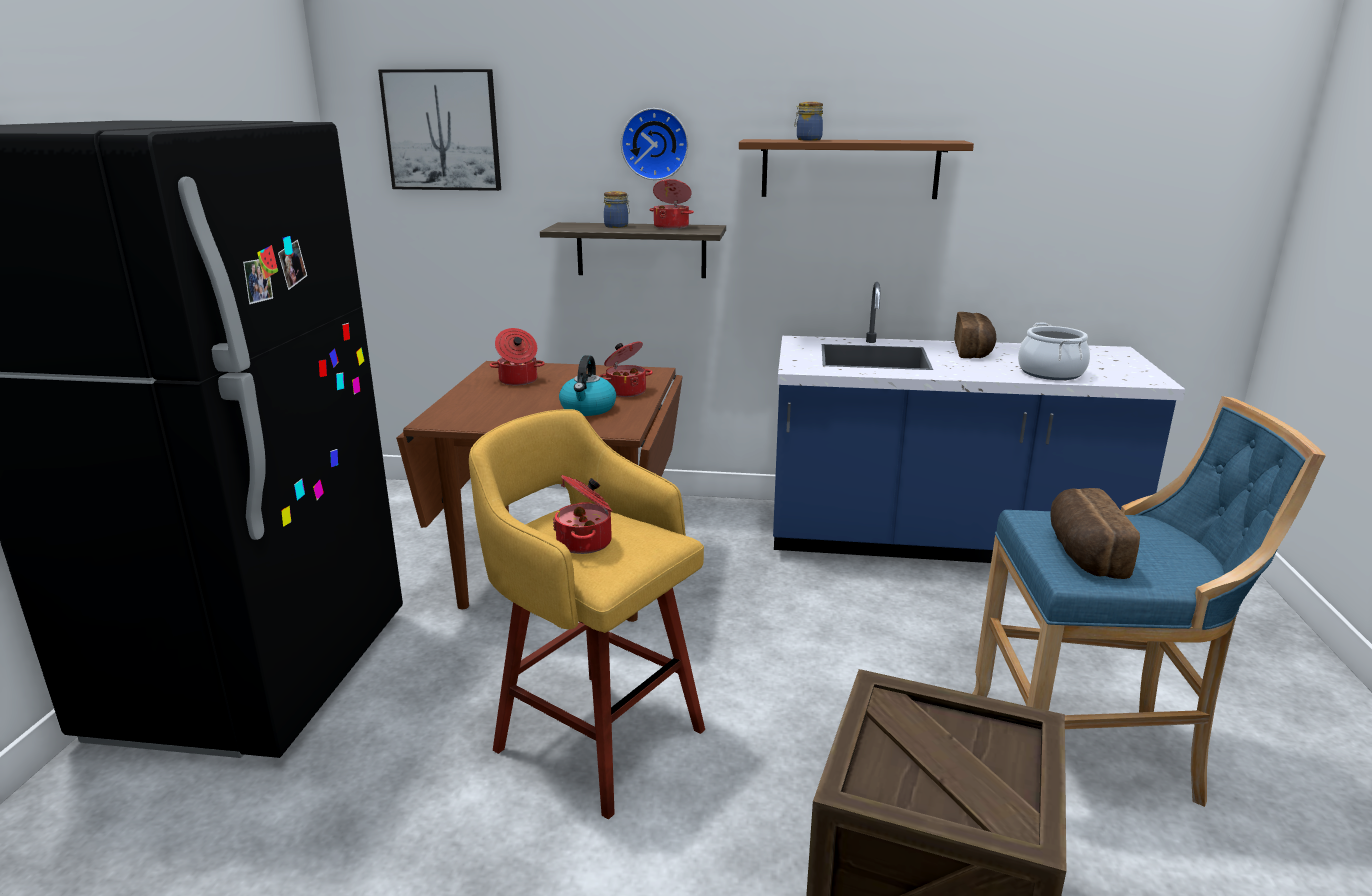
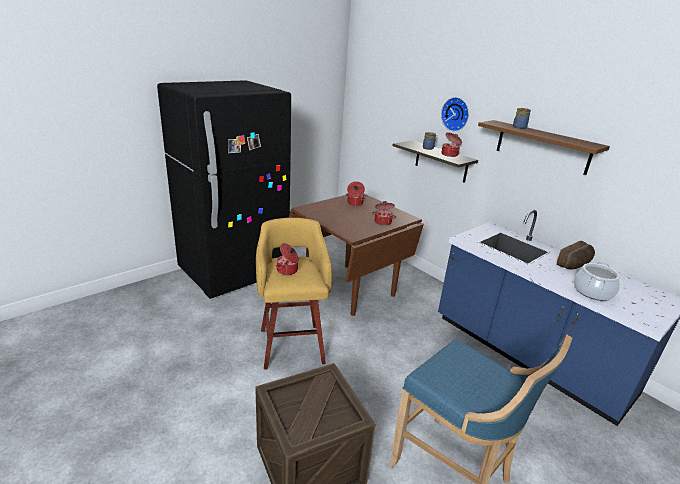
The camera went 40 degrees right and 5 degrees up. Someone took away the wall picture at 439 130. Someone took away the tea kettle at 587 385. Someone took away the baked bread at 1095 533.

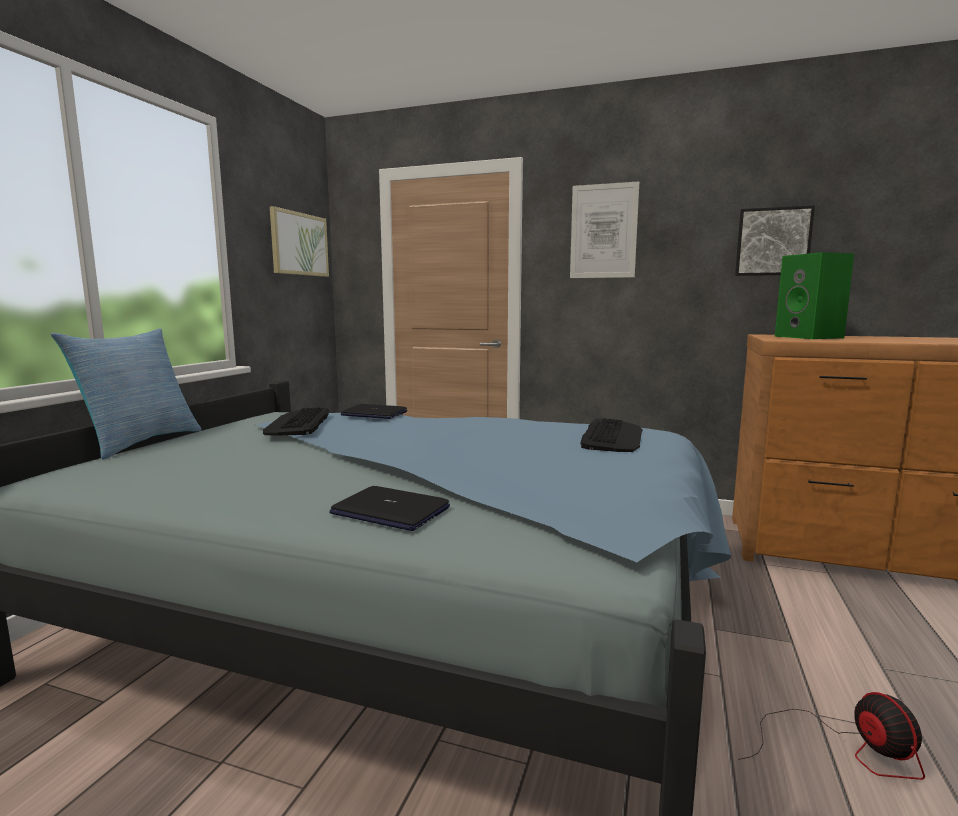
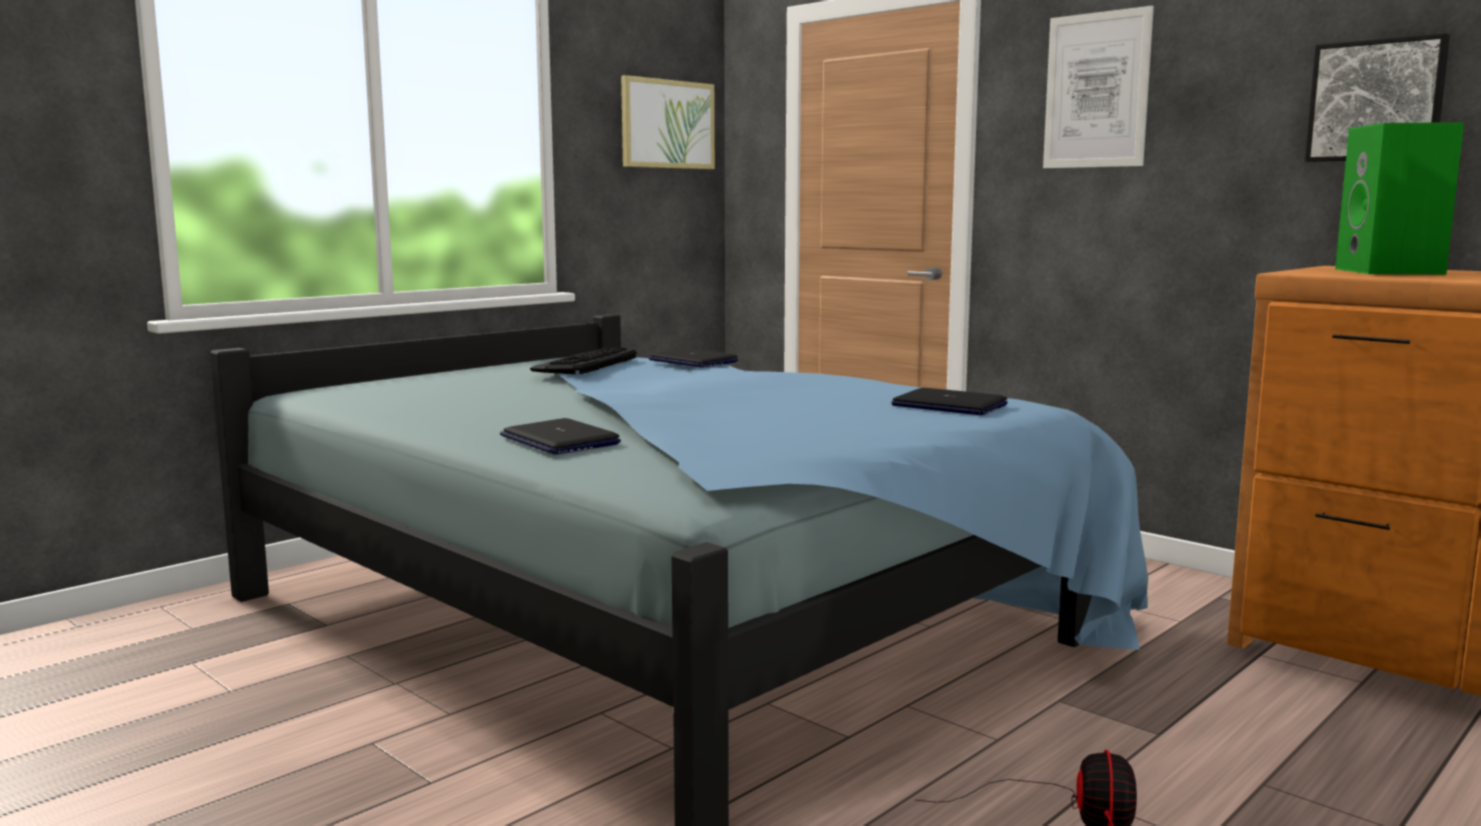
The camera went 25 degrees right and 0 degrees up. Someone took away the pillow at 126 394. Someone swapped the keyboard at 611 435 for the notebook computer at 949 401.

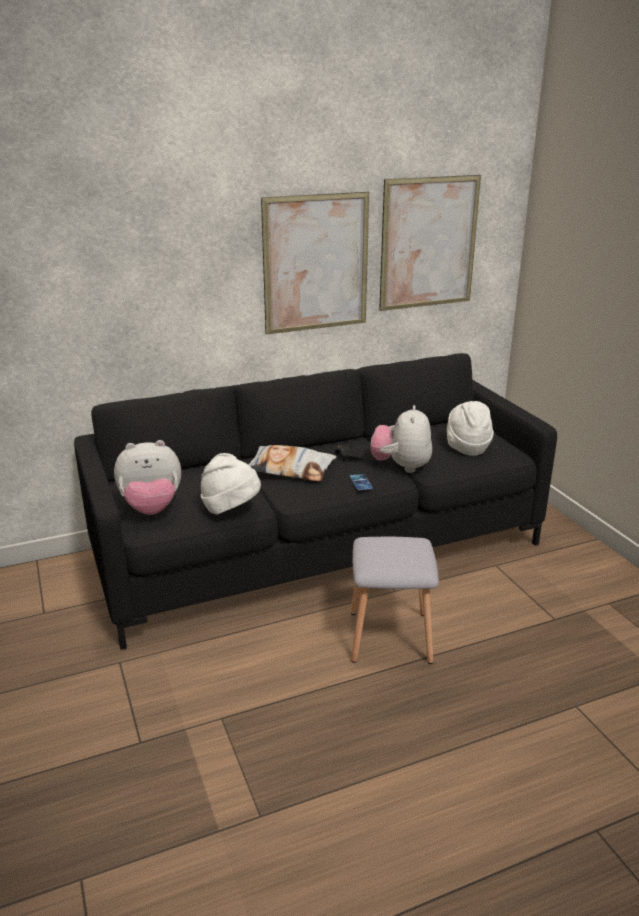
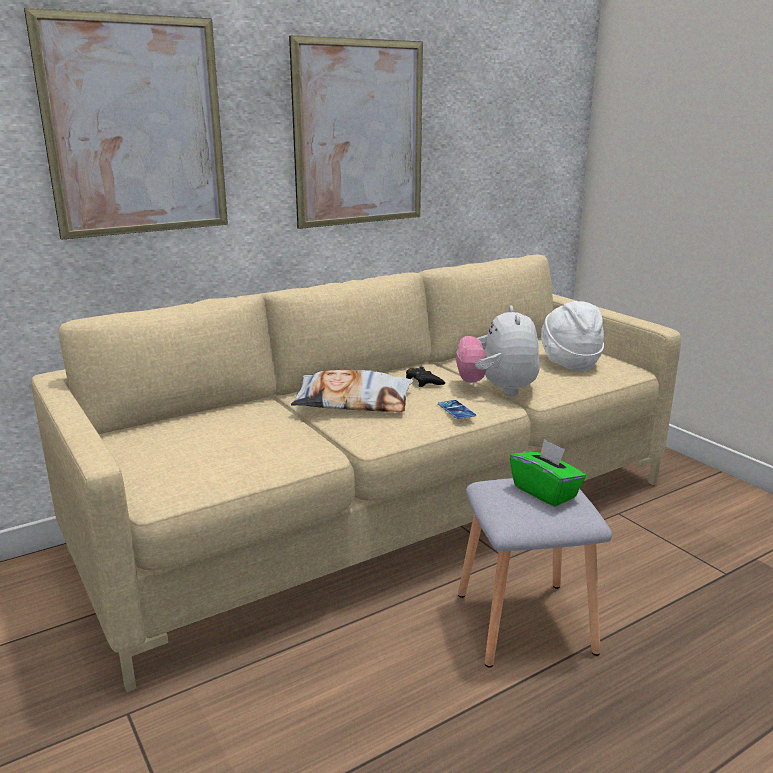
The camera went 10 degrees left and 5 degrees down. Someone carried the wall picture from 430 243 to 126 124. Someone repainted the blackish couch at 315 501, which became the beige couch at 356 473. Someone took away the cuddly toy at 147 477. Someone took away the white-coloured clothing hat at 231 484. Someone put down the greenish box of tissues at 548 473.

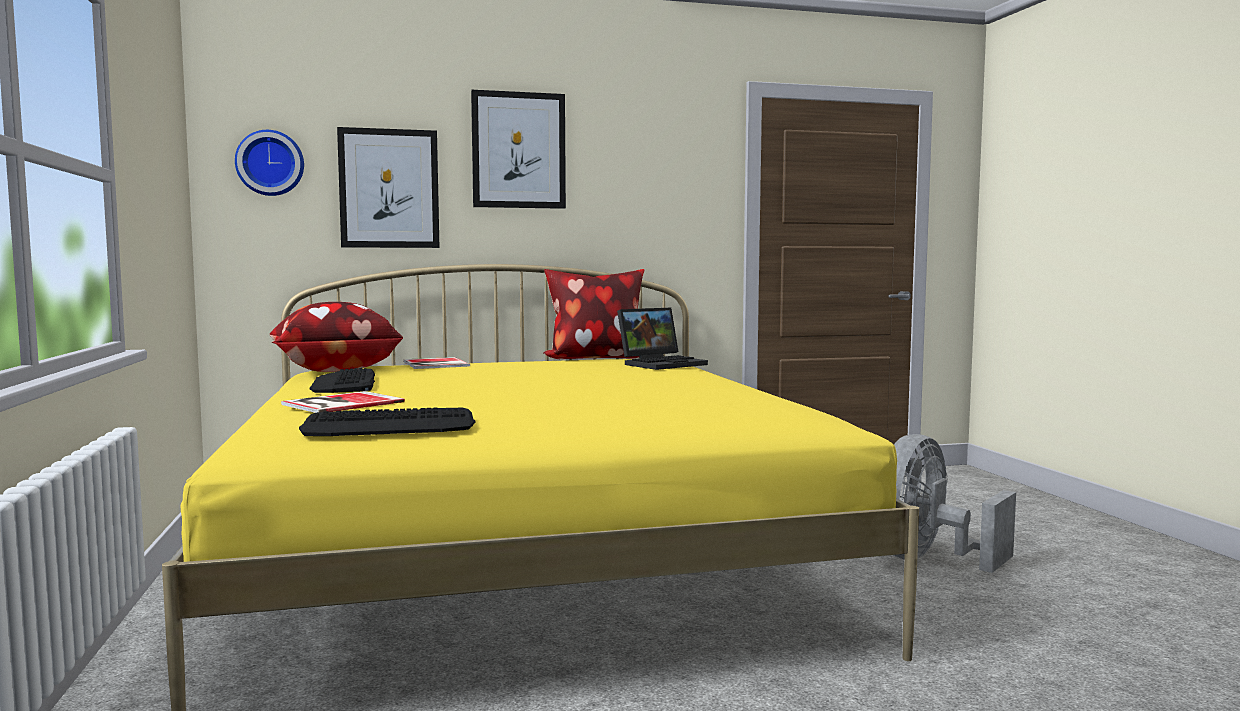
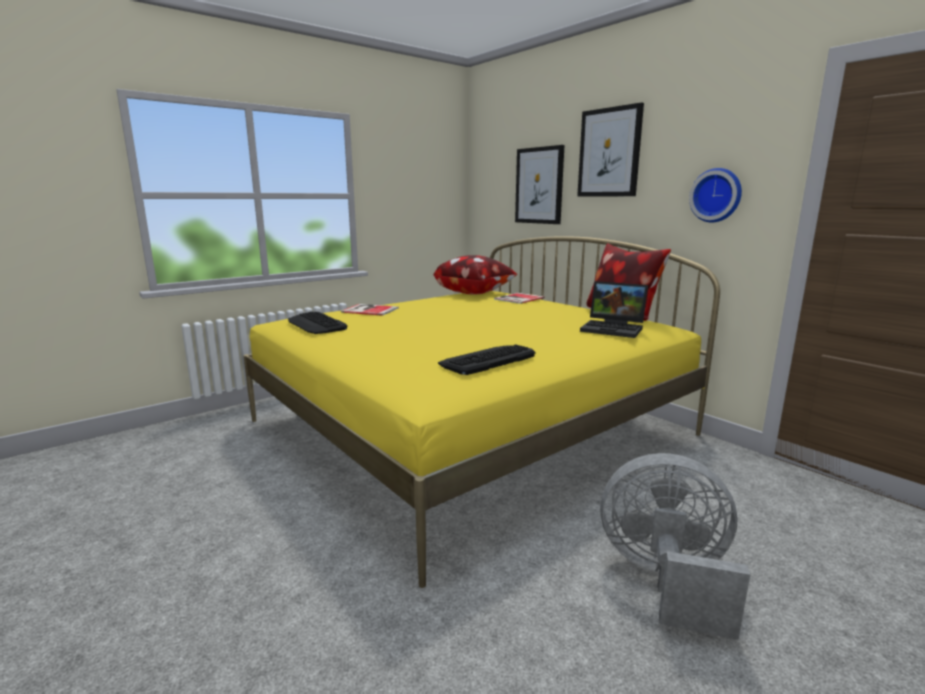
The camera went 65 degrees right and 10 degrees up. Someone carried the clock on the wall from 269 163 to 715 195. Someone carried the keyboard from 342 380 to 487 360.

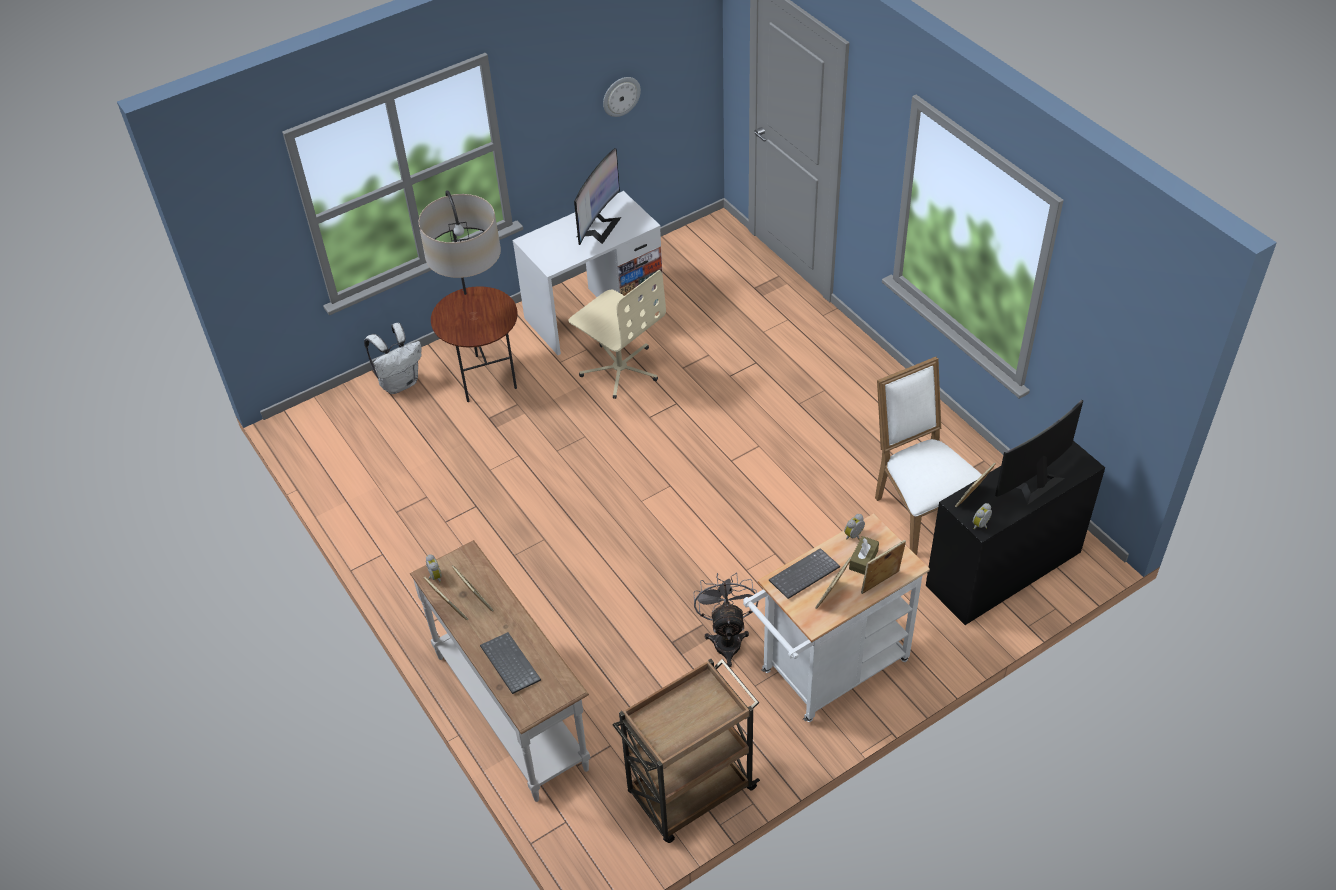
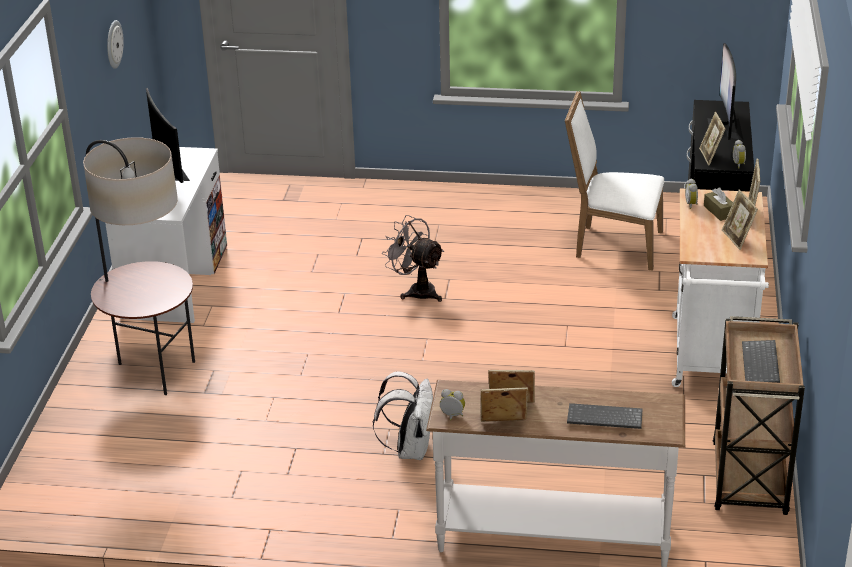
The camera went 50 degrees left and 15 degrees down. Someone took away the beige office chair at 617 334. Someone carried the white-coloured knapsack from 393 358 to 403 415. Someone carried the keyboard from 804 573 to 761 361. Someone carried the grey electric fan from 726 620 to 413 258.

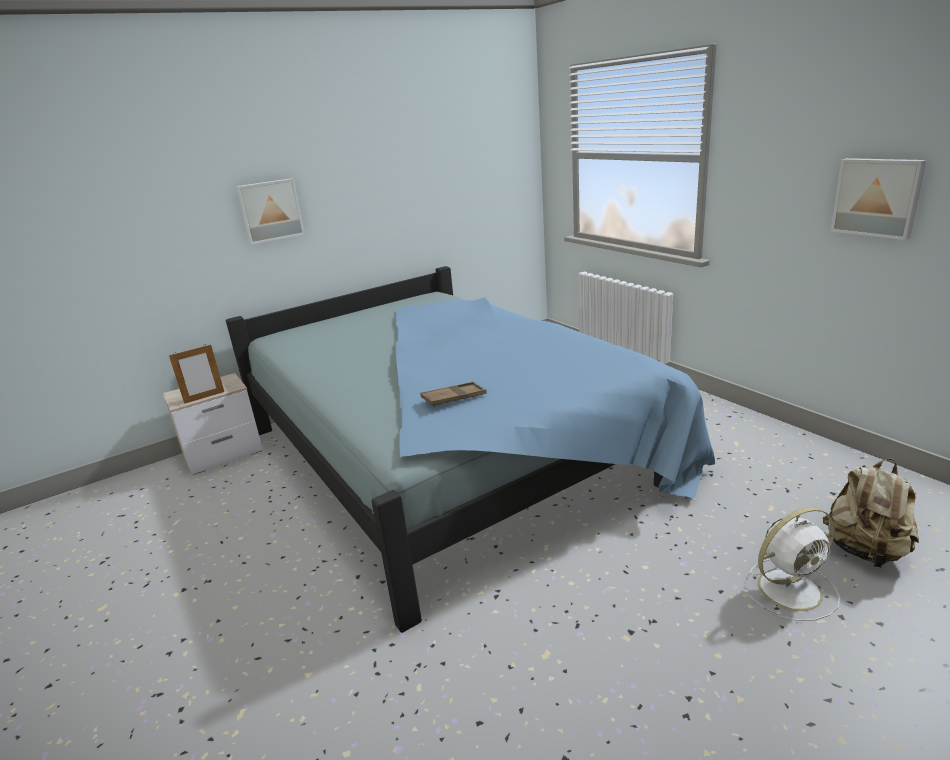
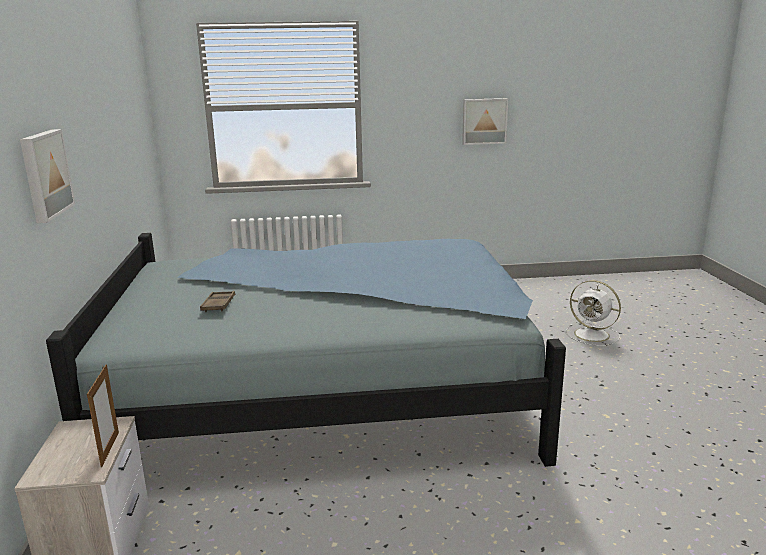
The camera went 65 degrees left and 5 degrees down. Someone carried the brownish carrying tray from 453 394 to 217 301. Someone took away the beige knapsack at 871 513. Someone rotated the white-coloured electric fan at 790 564 by 120 degrees clockwise.

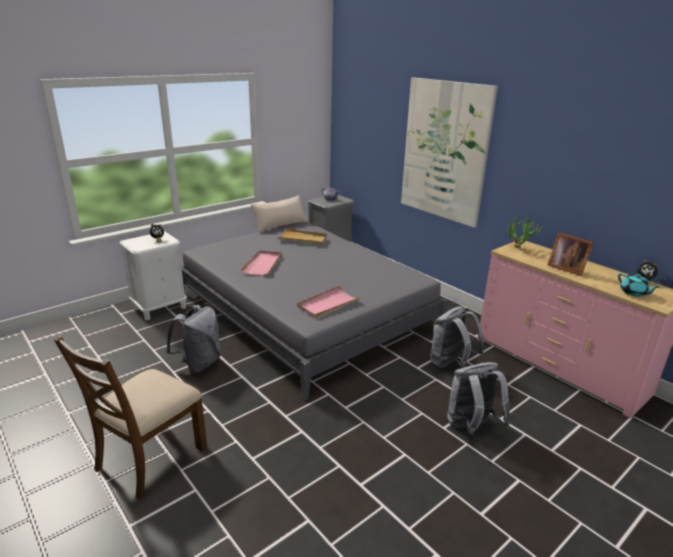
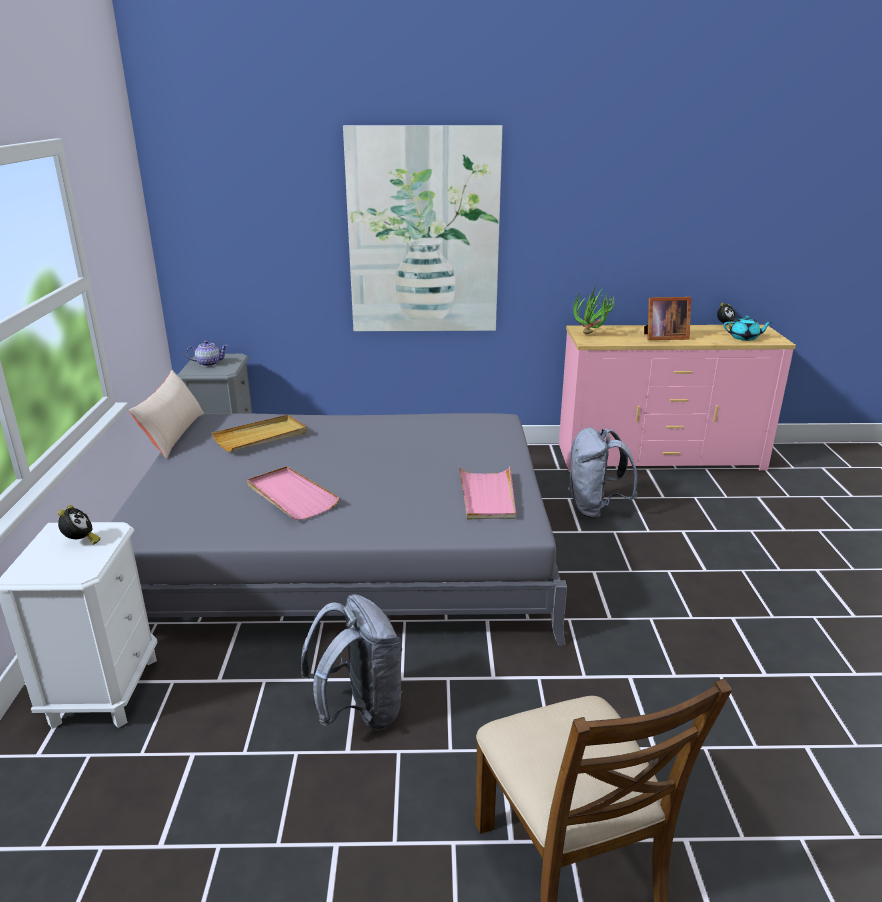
The camera went 50 degrees left and 0 degrees up. Someone took away the grey knapsack at 478 398.

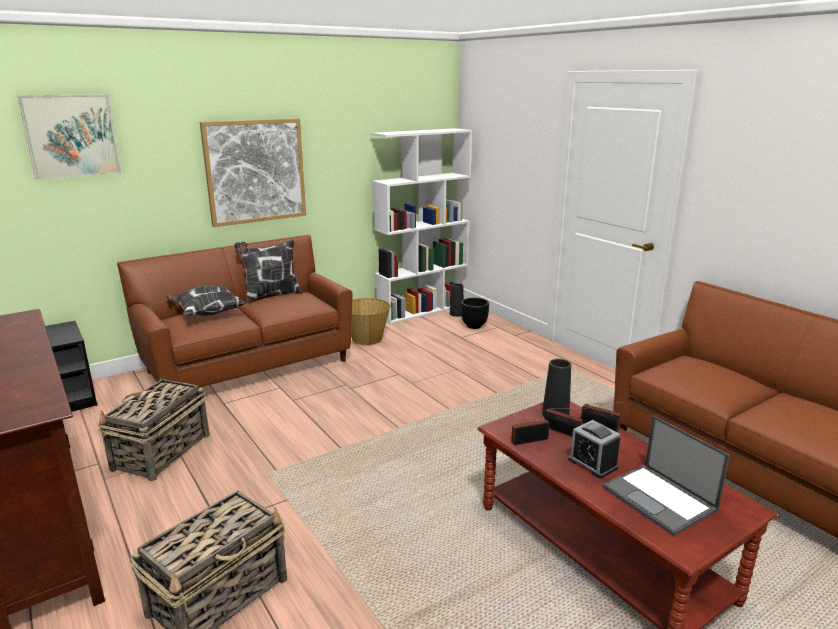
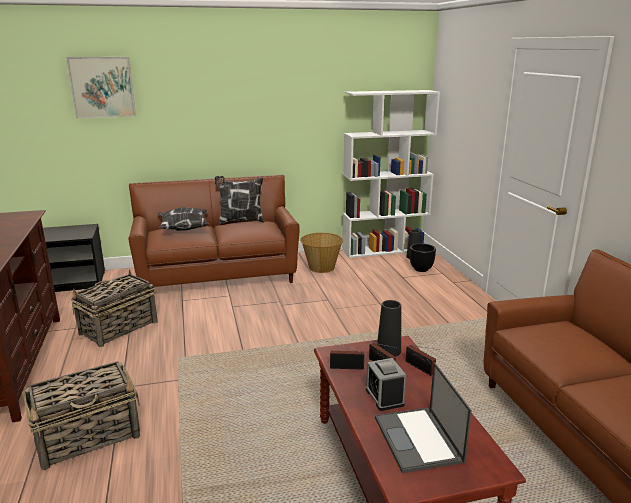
The camera went 20 degrees right and 0 degrees up. Someone took away the wall picture at 253 172.

